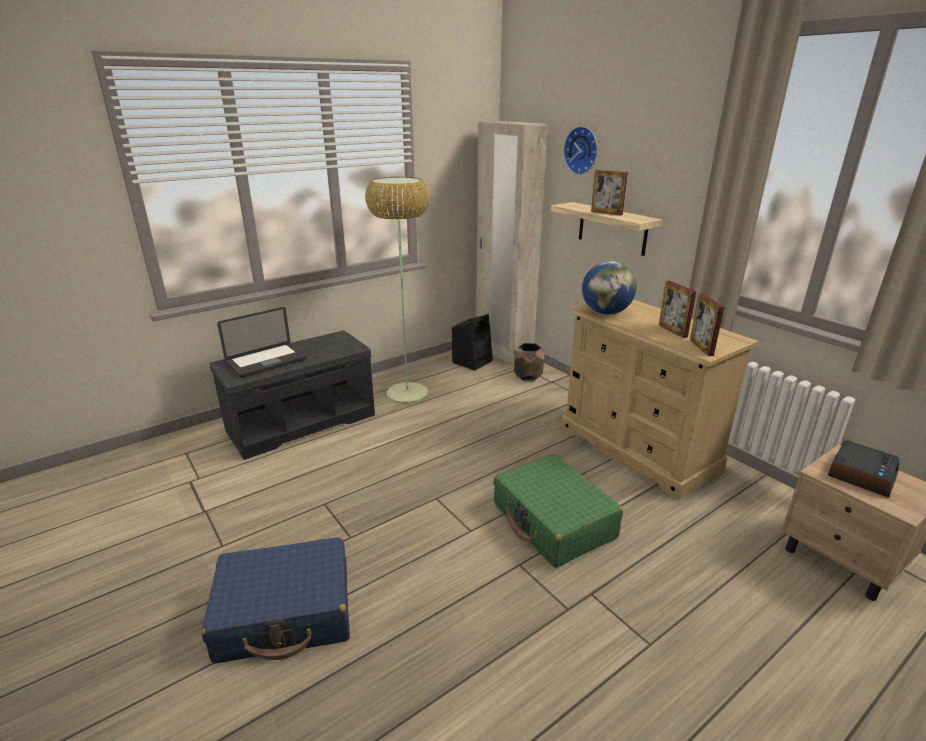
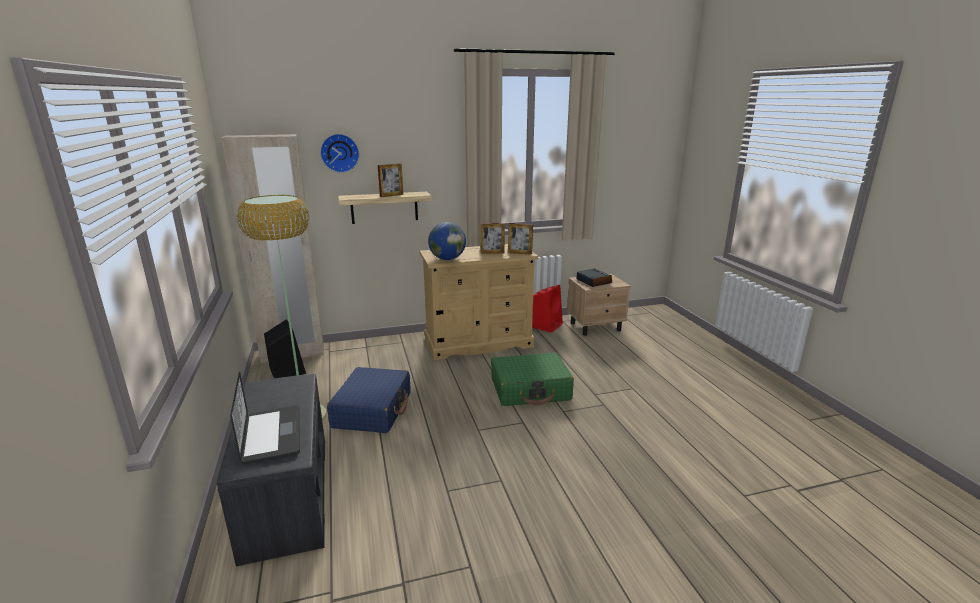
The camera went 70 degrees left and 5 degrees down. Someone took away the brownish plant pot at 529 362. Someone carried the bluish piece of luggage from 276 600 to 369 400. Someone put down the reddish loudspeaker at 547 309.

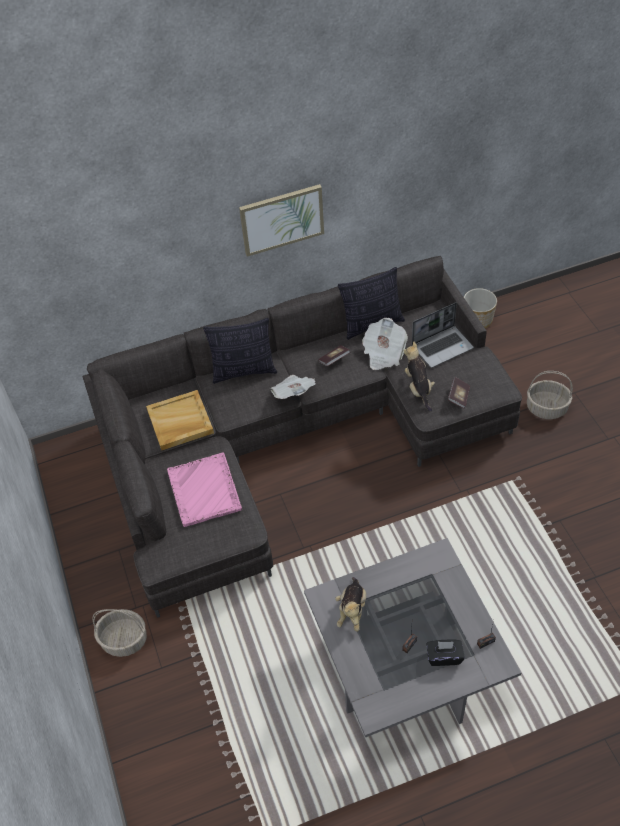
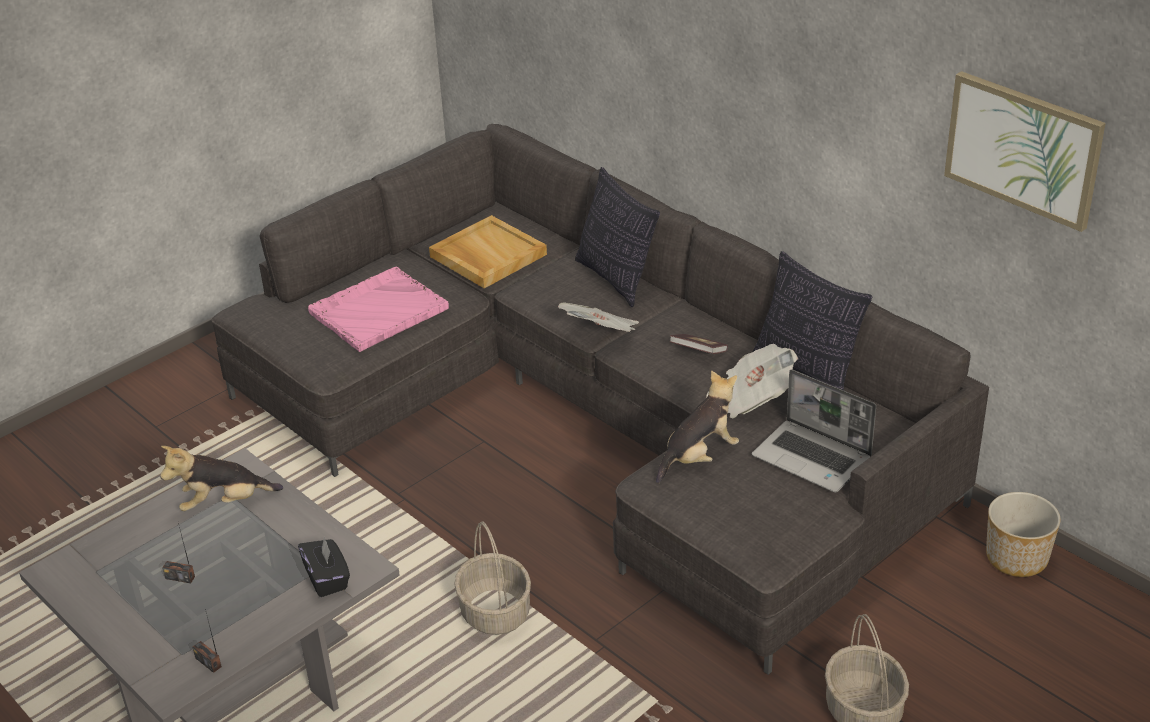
The camera went 65 degrees right and 15 degrees down. Someone carried the wall picture from 281 220 to 1025 151. Someone took away the volume at 459 393. Someone carried the basket from 119 633 to 492 578. Someone carried the blackish box of tissues from 446 653 to 324 566.

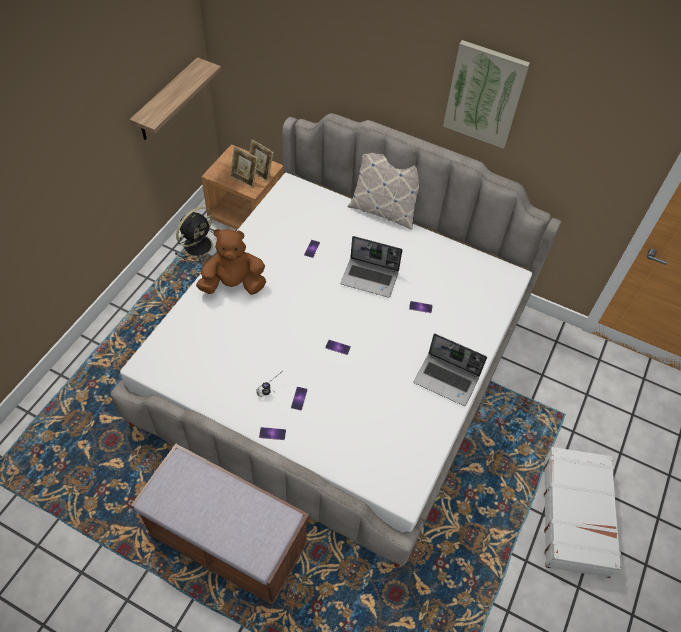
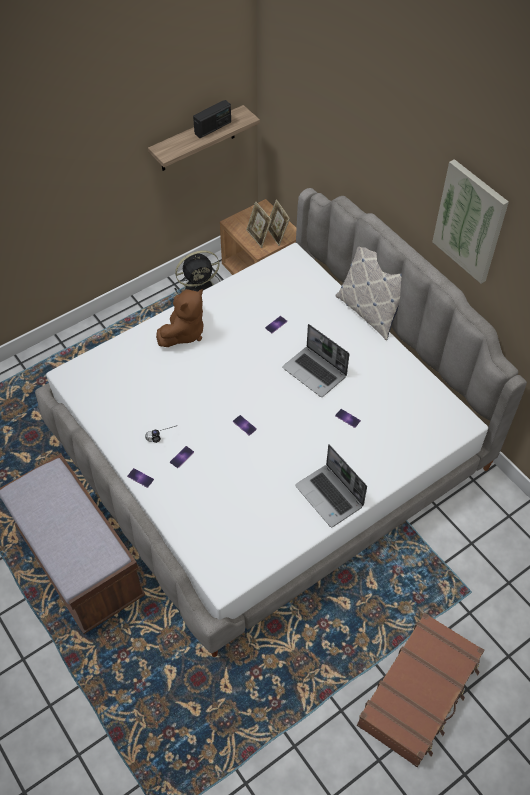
The camera went 30 degrees right and 0 degrees up. Someone rotated the brownish cuddly toy at 231 262 by 105 degrees clockwise. Someone repainted the white-coloured piece of luggage at 582 512, which became the brownish piece of luggage at 421 690. Someone put down the radio set at 212 119.

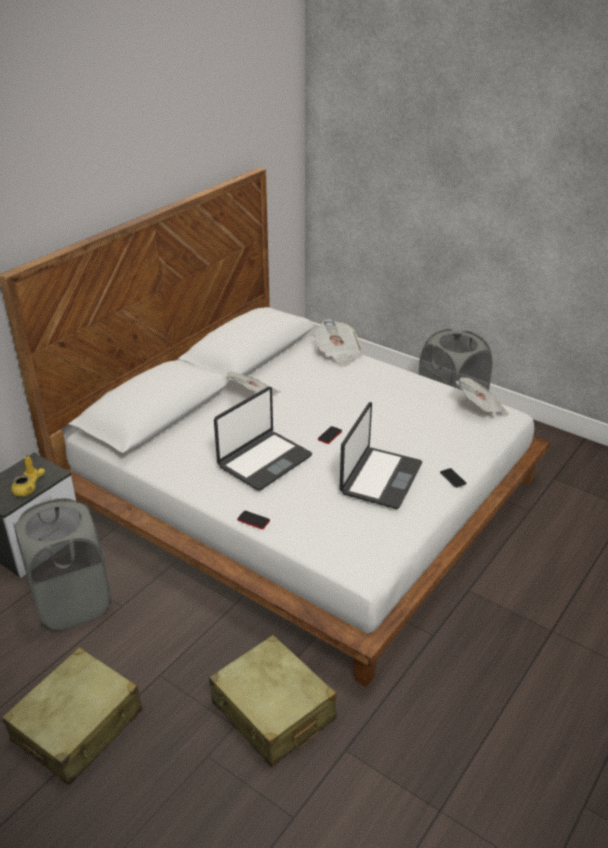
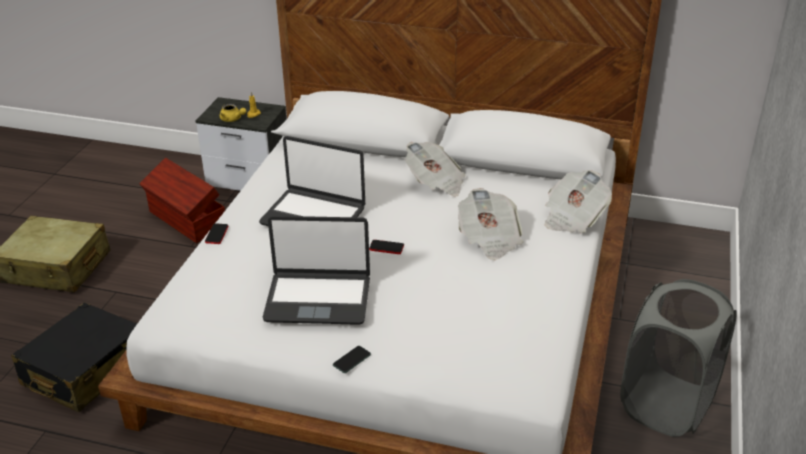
The camera went 70 degrees right and 0 degrees up. Someone carried the printed paper from 482 395 to 490 224. Someone swapped the grey laundry basket at 62 564 for the brownish storage container at 182 200. Someone repainted the beige piece of luggage at 273 701, which became the blackish piece of luggage at 74 357.

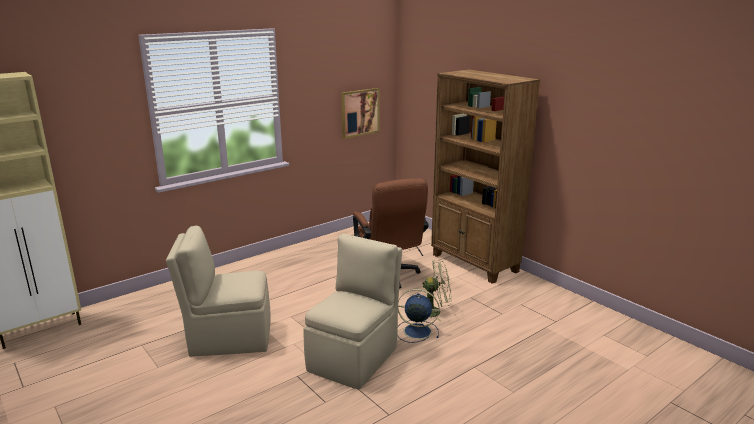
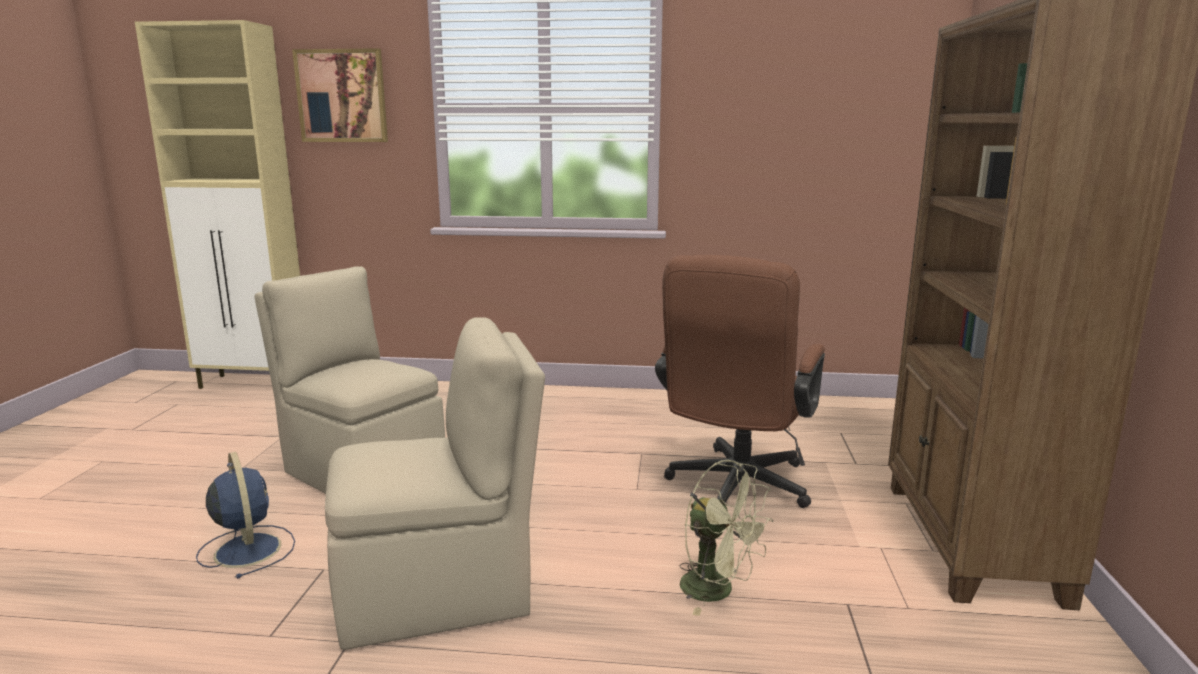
The camera went 45 degrees right and 5 degrees down. Someone carried the wall picture from 360 113 to 340 95. Someone carried the bluish electric fan from 418 316 to 245 515.

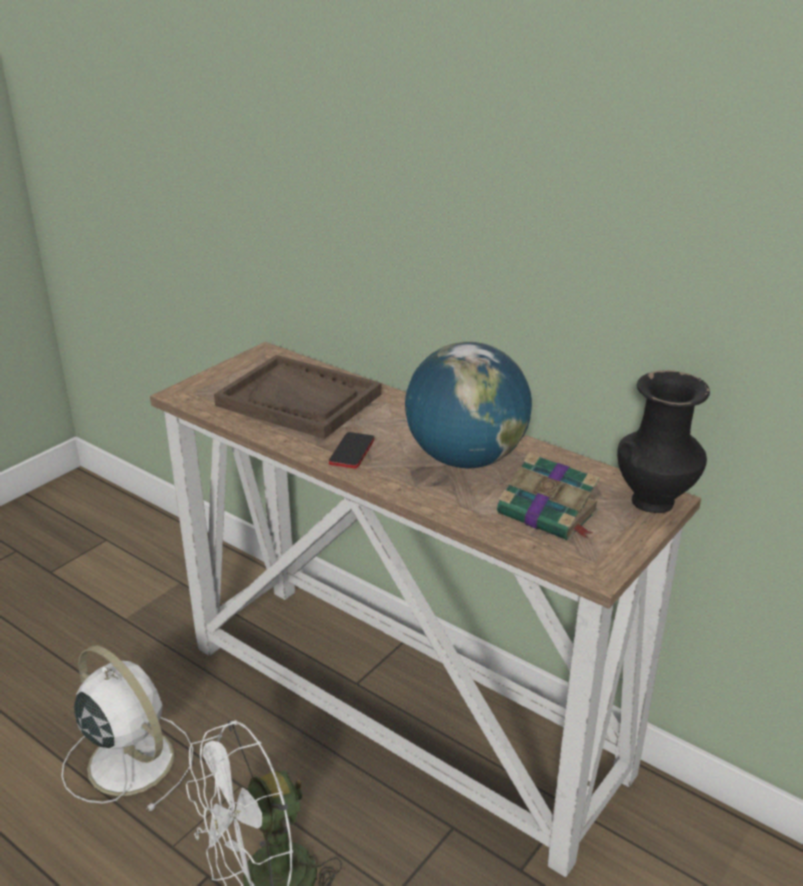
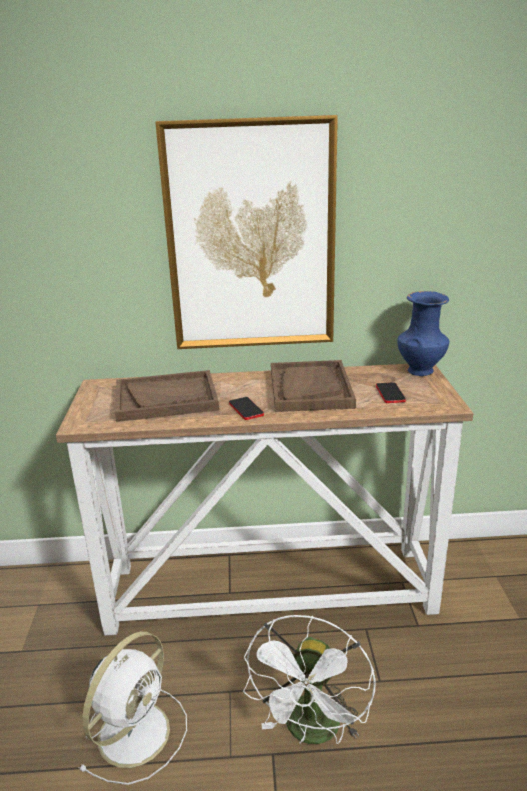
The camera went 40 degrees left and 5 degrees down. Someone swapped the globe at 468 405 for the brownish carrying tray at 313 386. Someone repainted the blackish flower vase at 663 441, which became the bluish flower vase at 423 333. Someone swapped the volume at 548 496 for the phone at 391 392. Someone rotated the white-coloured electric fan at 127 728 by 120 degrees clockwise. Someone put up the wall picture at 246 232.

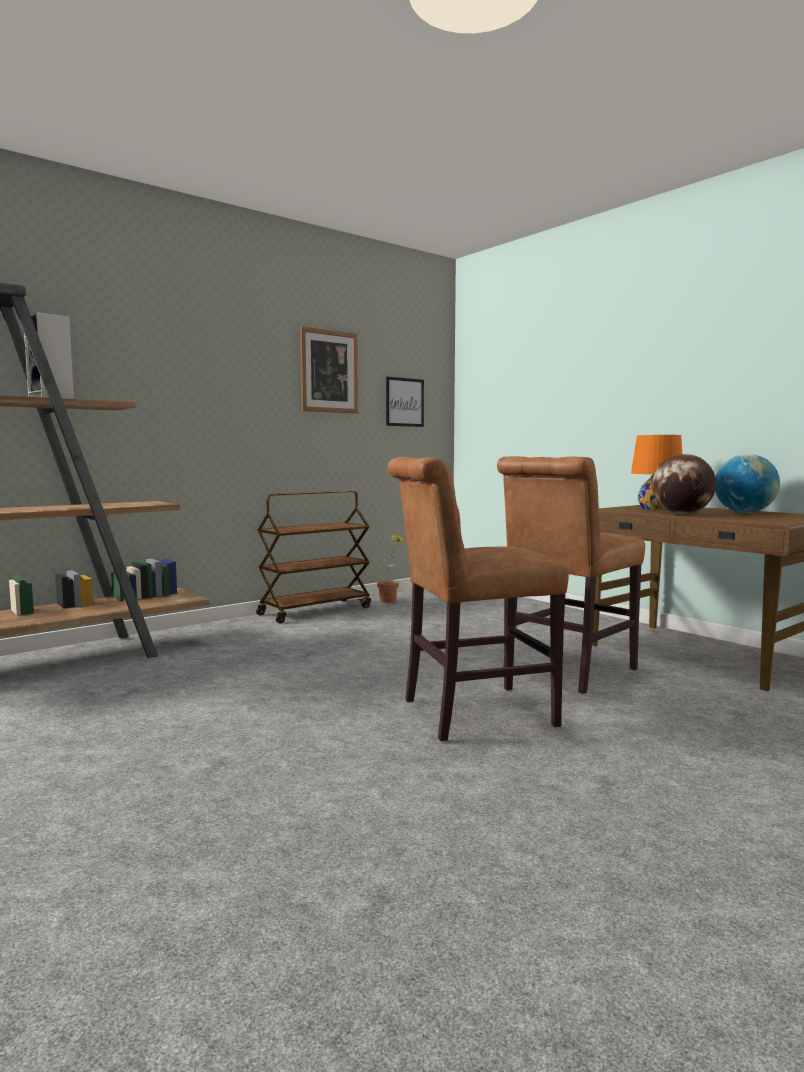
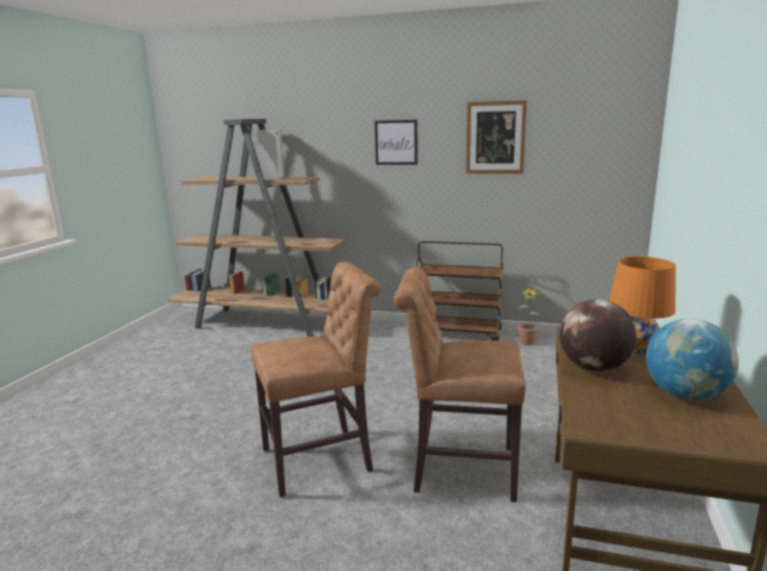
The camera went 55 degrees right and 10 degrees up. Someone carried the wall picture from 405 402 to 396 142. Someone rotated the brownish upright chair at 478 599 by 120 degrees clockwise.

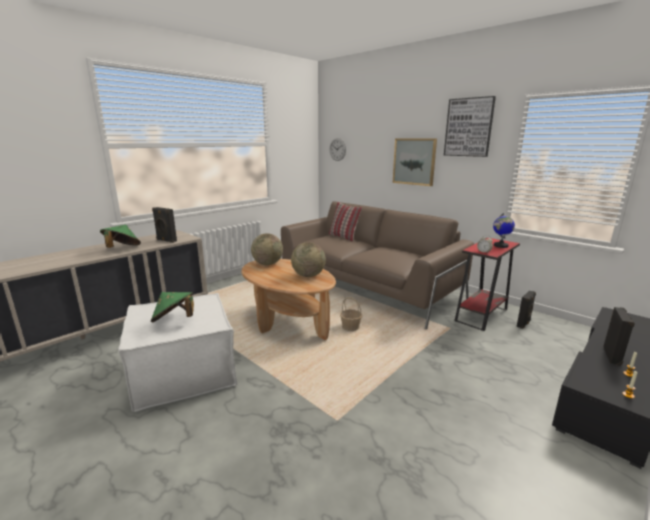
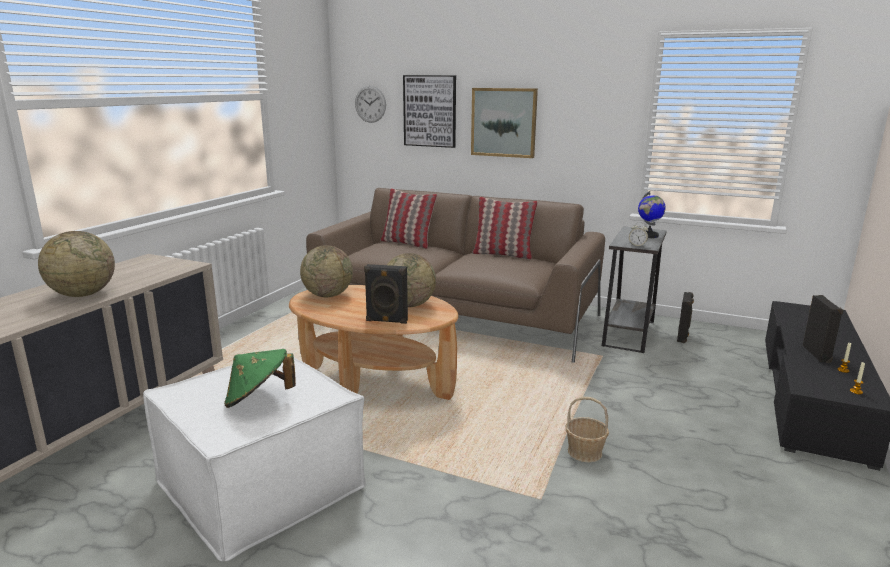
The camera went 20 degrees left and 0 degrees up. Someone carried the wall picture from 470 126 to 429 111. Someone carried the blackish loudspeaker from 164 225 to 386 294. Someone swapped the greenish clothing hat at 120 236 for the globe at 76 264. Someone repainted the reddish end table at 487 284, which became the grey end table at 634 289. Someone carried the basket from 351 314 to 587 429. Someone put down the pillow at 505 228.

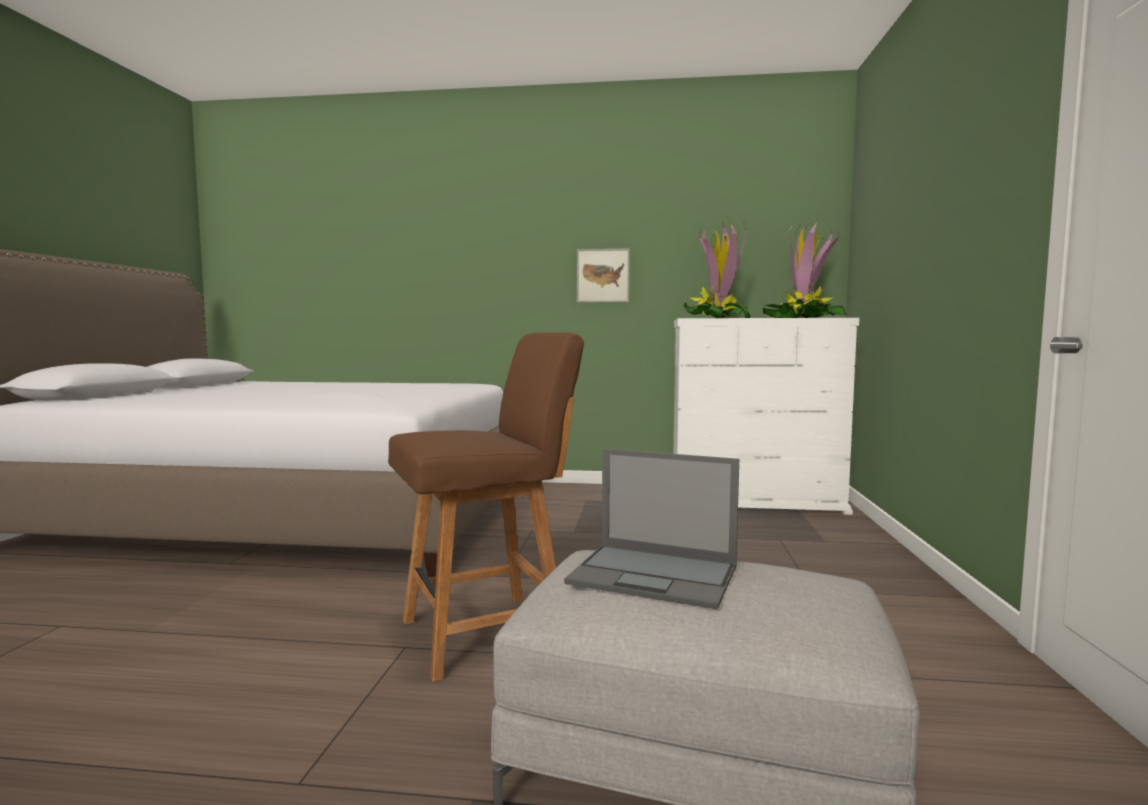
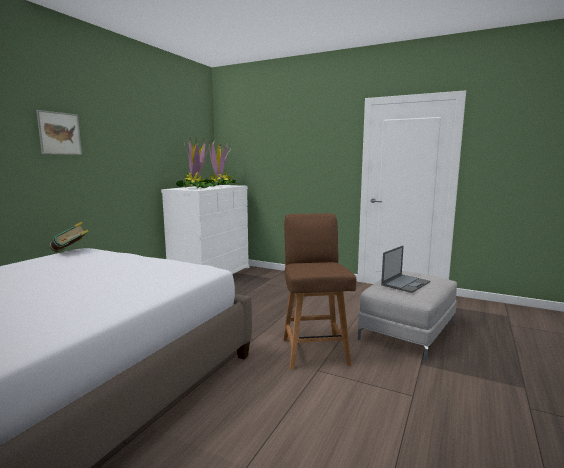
The camera went 70 degrees left and 5 degrees up. Someone carried the wall picture from 603 275 to 59 132. Someone put down the volume at 69 237.

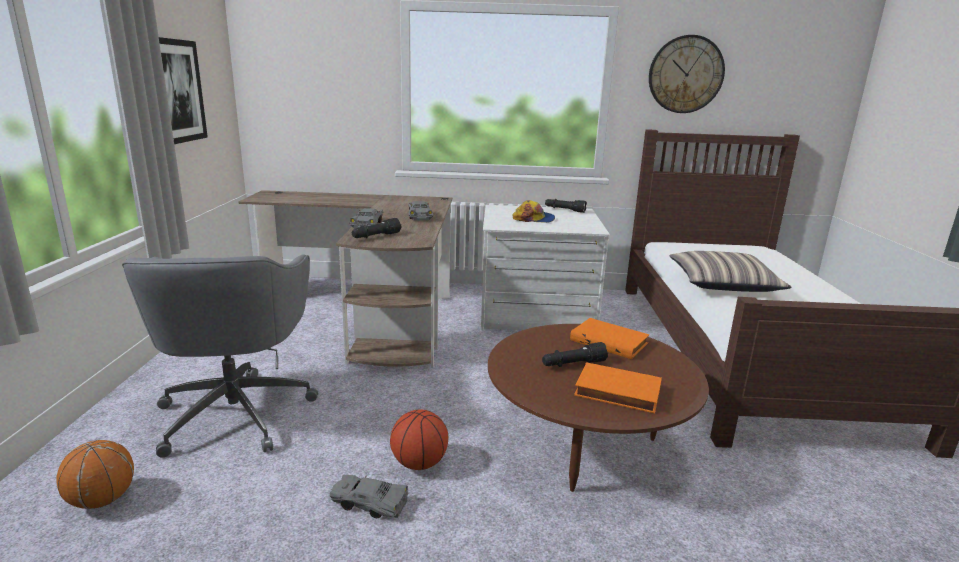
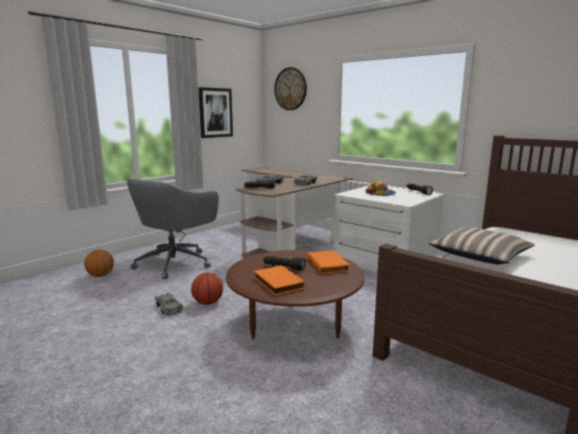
The camera went 40 degrees right and 5 degrees down. Someone carried the clock on the wall from 687 74 to 290 88.

